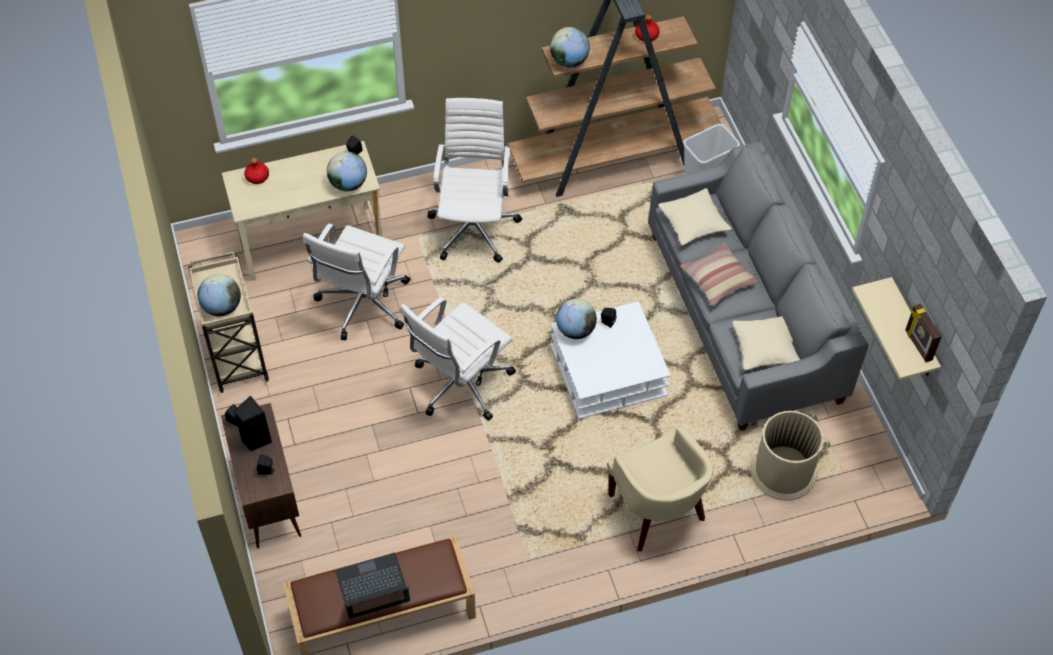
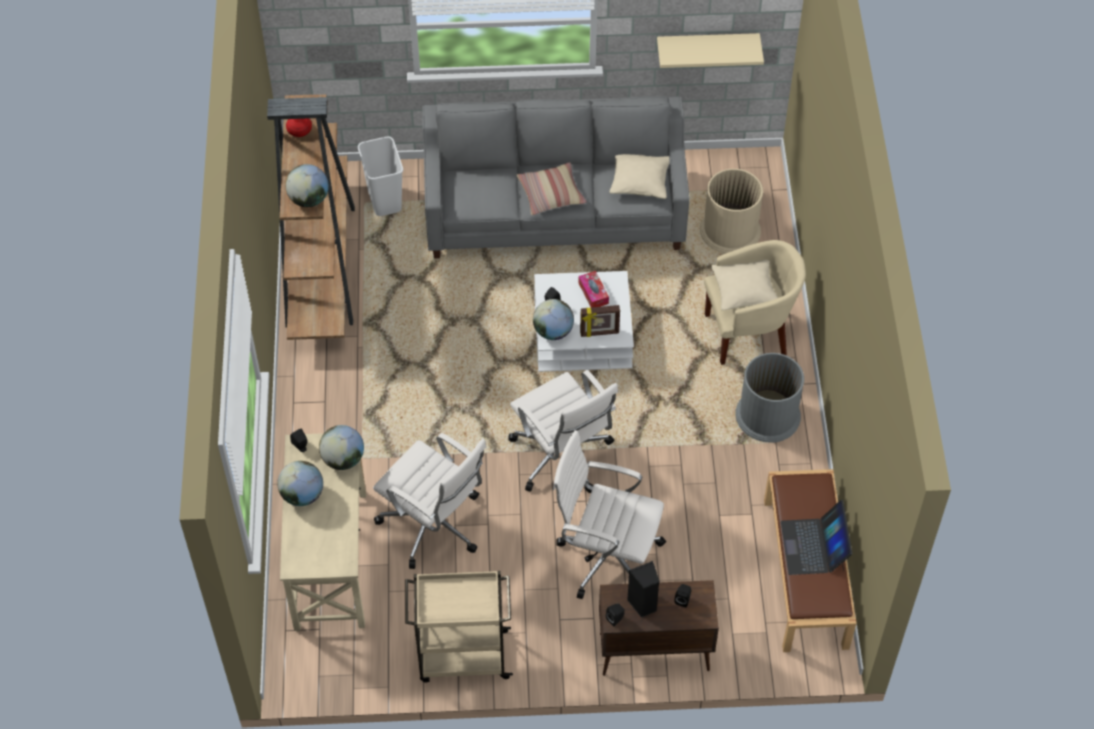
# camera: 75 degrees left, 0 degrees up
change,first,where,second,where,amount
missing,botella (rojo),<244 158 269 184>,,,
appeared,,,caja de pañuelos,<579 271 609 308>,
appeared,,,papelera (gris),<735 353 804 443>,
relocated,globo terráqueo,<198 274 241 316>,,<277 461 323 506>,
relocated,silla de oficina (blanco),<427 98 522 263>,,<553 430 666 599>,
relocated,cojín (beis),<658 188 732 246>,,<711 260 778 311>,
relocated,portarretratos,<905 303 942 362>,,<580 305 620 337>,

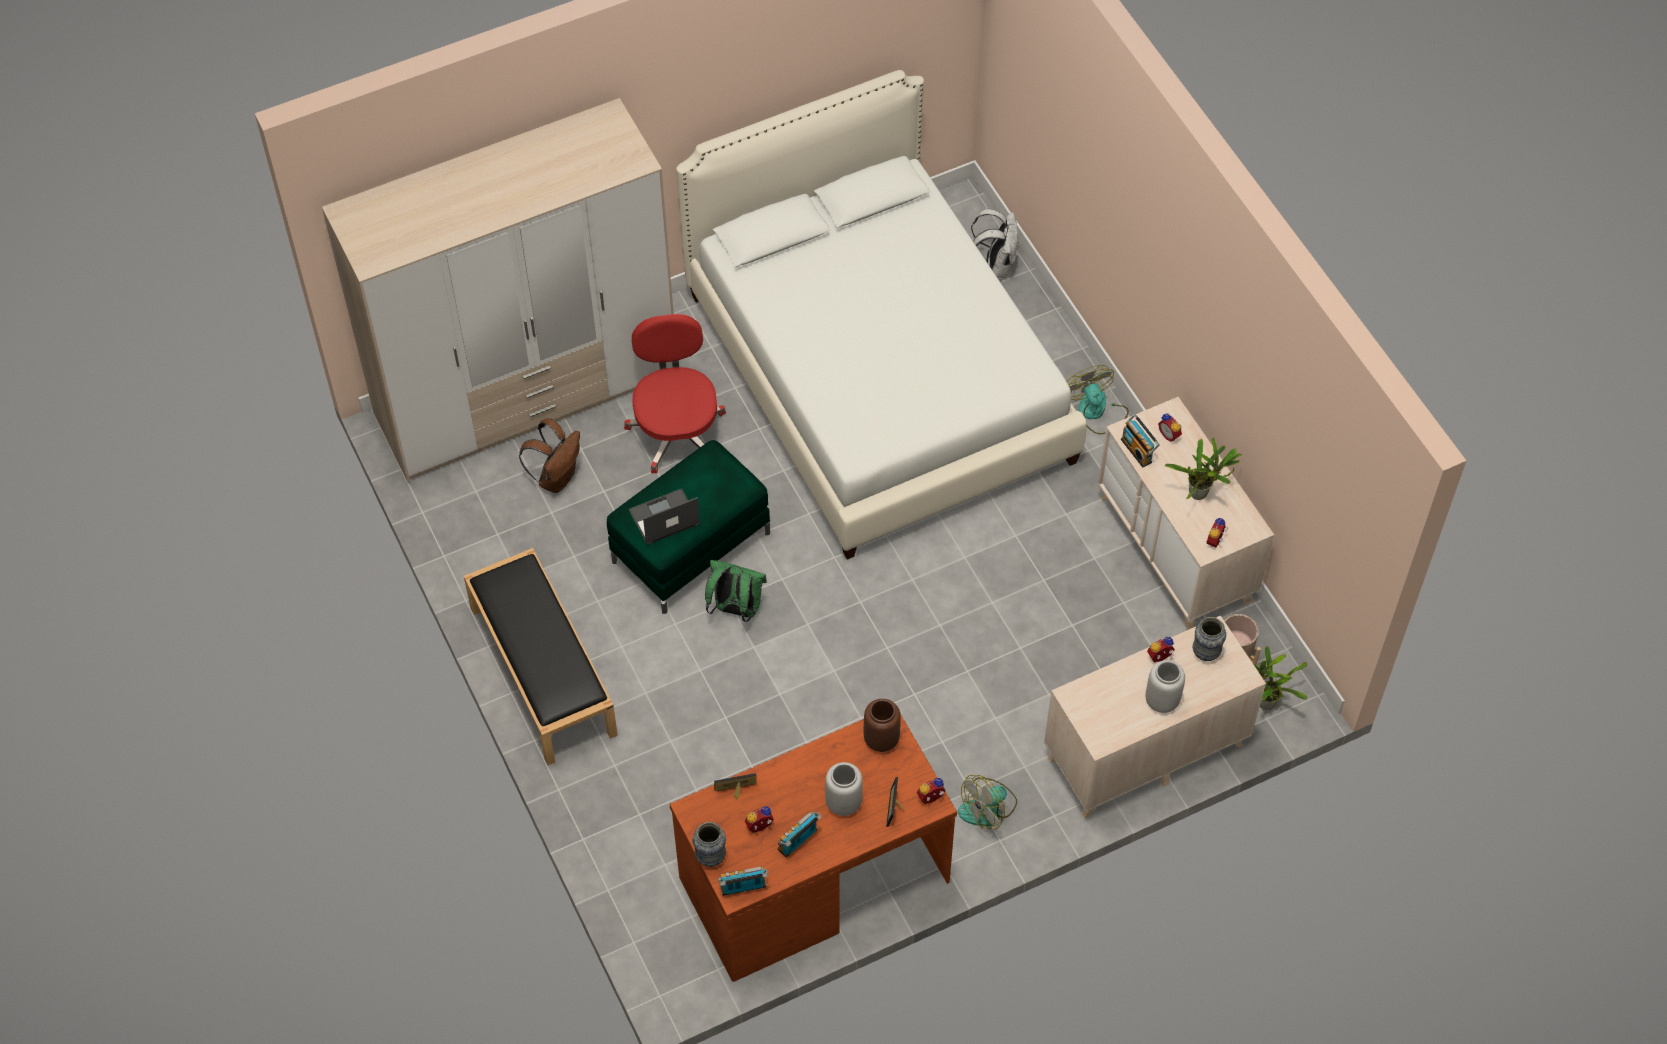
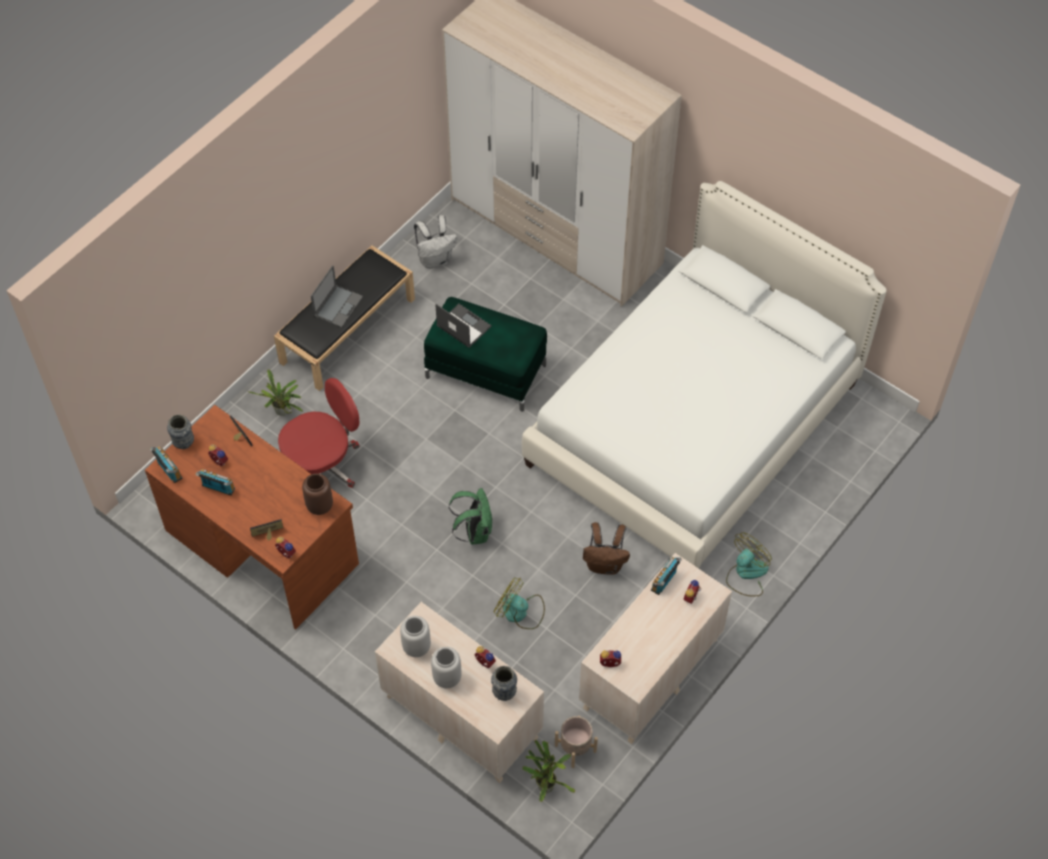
# camera: 65 degrees right, 0 degrees up
change,first,where,second,where,amount
appeared,,,portátil,<311 265 363 328>,
relocated,mochila (marrón),<519 418 580 493>,,<583 522 630 575>,
relocated,silla de oficina (rojo),<624 314 726 473>,,<278 378 359 488>,
relocated,mochila (verde),<705 560 767 622>,,<449 488 492 544>,
relocated,florero (gris),<825 762 863 816>,,<400 616 431 657>,
relocated,ventilador,<958 775 1017 829>,,<494 577 545 629>,
relocated,mochila (blanco),<971 209 1019 278>,,<414 215 457 269>,
relocated,planta en maceta,<1165 438 1242 500>,,<248 369 303 416>,

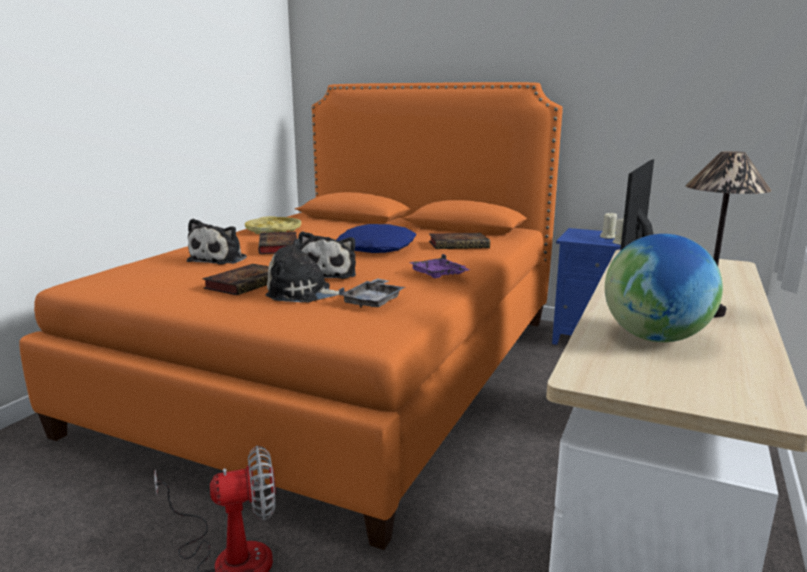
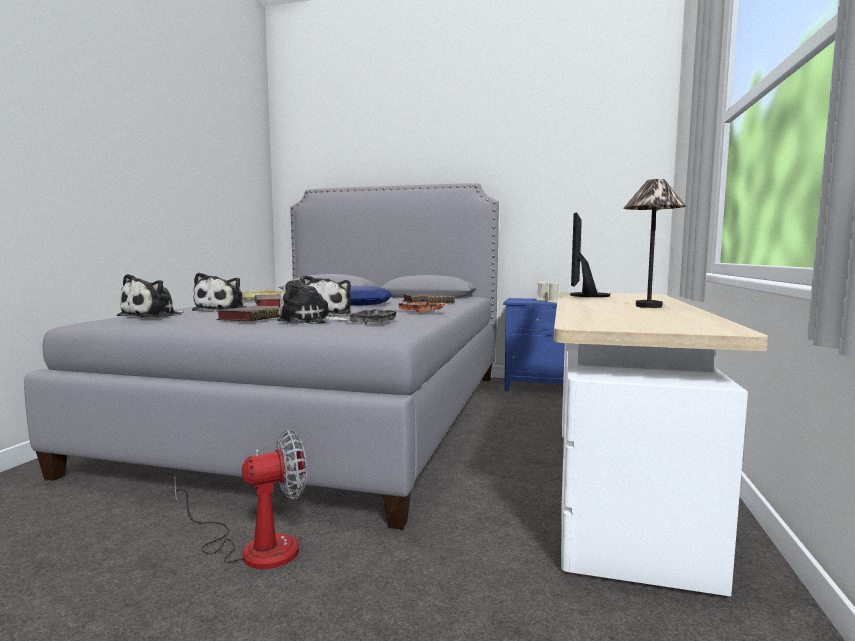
# camera: 10 degrees left, 10 degrees down
change,first,where,second,where,amount
missing,globo terráqueo,<605 234 723 342>,,,
appeared,,,peluche,<117 274 183 318>,
colour,cama (naranja),<19 82 563 550>,cama (gris),<24 183 499 530>,
colour,bandeja (morado),<408 254 470 278>,bandeja (naranja),<398 298 448 312>,

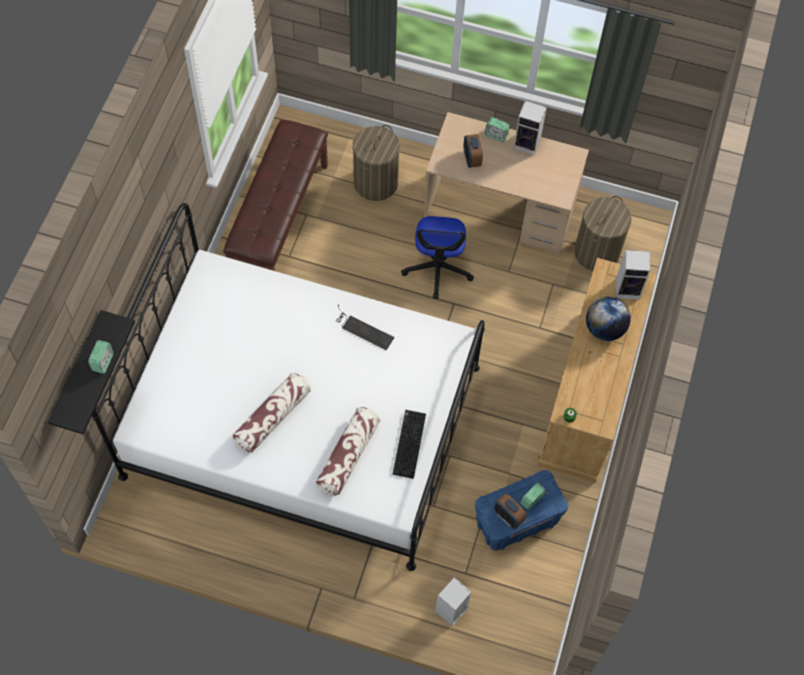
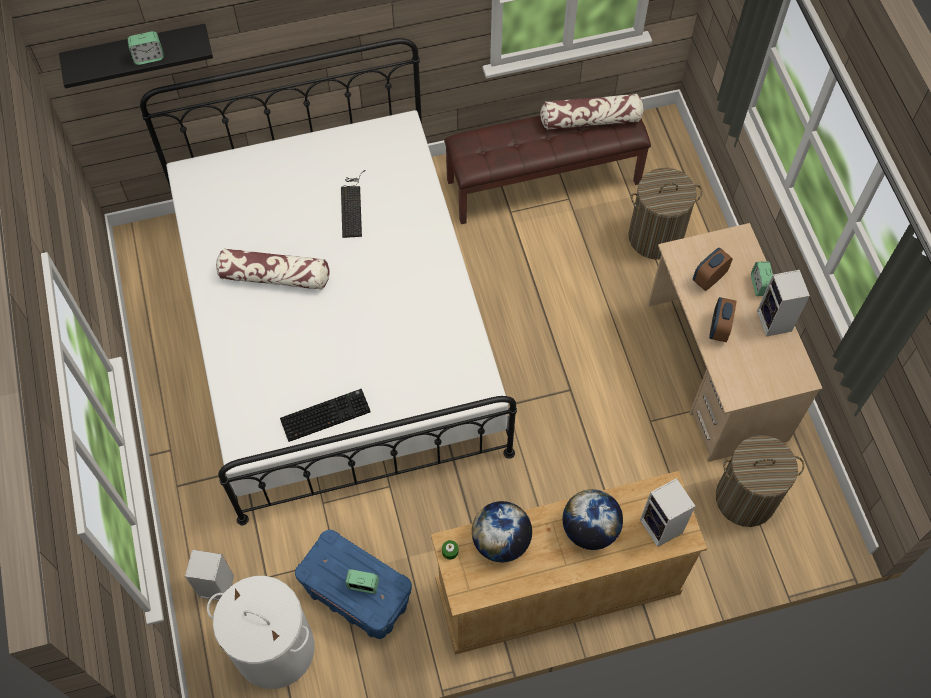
# camera: 60 degrees right, 0 degrees up
change,first,where,second,where,amount
missing,silla de oficina,<401 216 474 299>,,,
appeared,,,cesto de la ropa (blanco),<207 576 315 689>,
appeared,,,globo terráqueo,<472 501 532 562>,
relocated,cojín,<316 407 380 496>,,<540 94 644 130>,
relocated,teclado,<336 305 394 350>,,<341 170 366 238>,
relocated,despertador,<494 494 527 529>,,<709 297 736 342>,

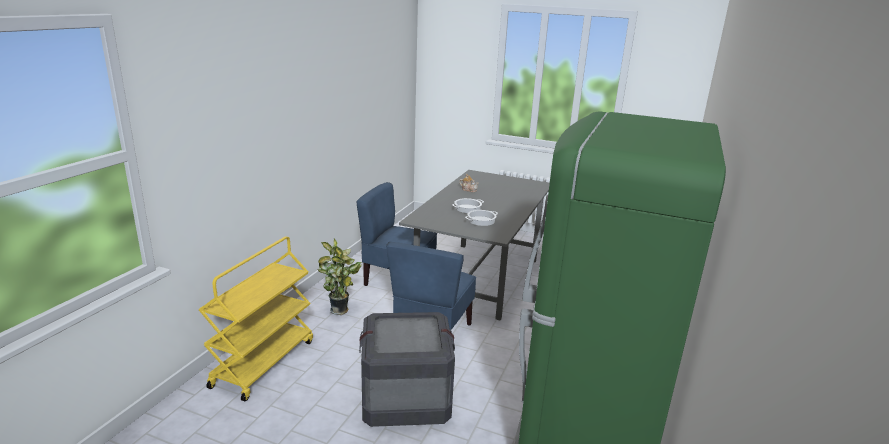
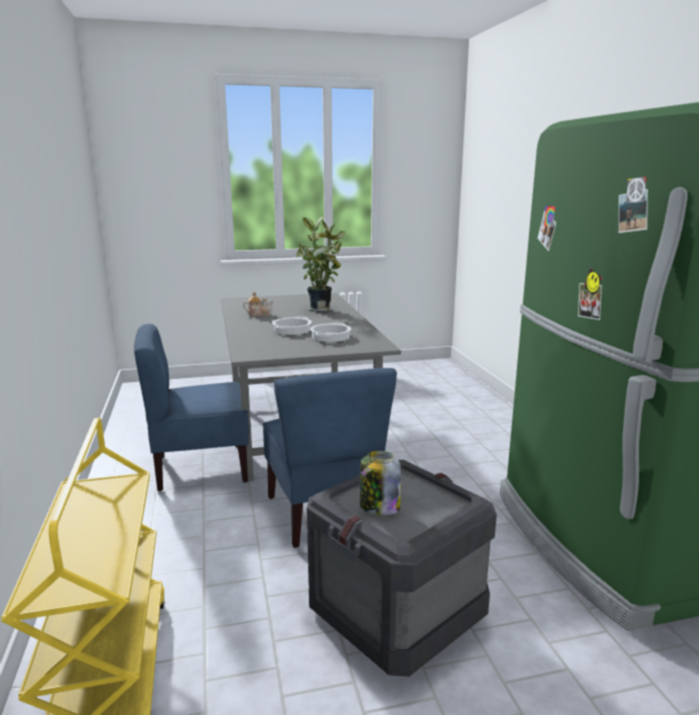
# camera: 35 degrees left, 5 degrees down
change,first,where,second,where,amount
appeared,,,tarro,<360 451 401 515>,
relocated,planta en maceta,<318 239 362 315>,,<296 216 346 311>,

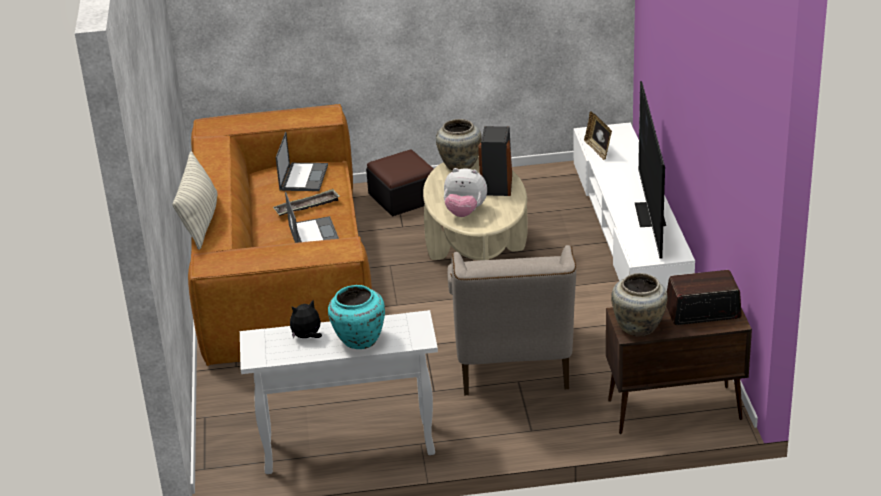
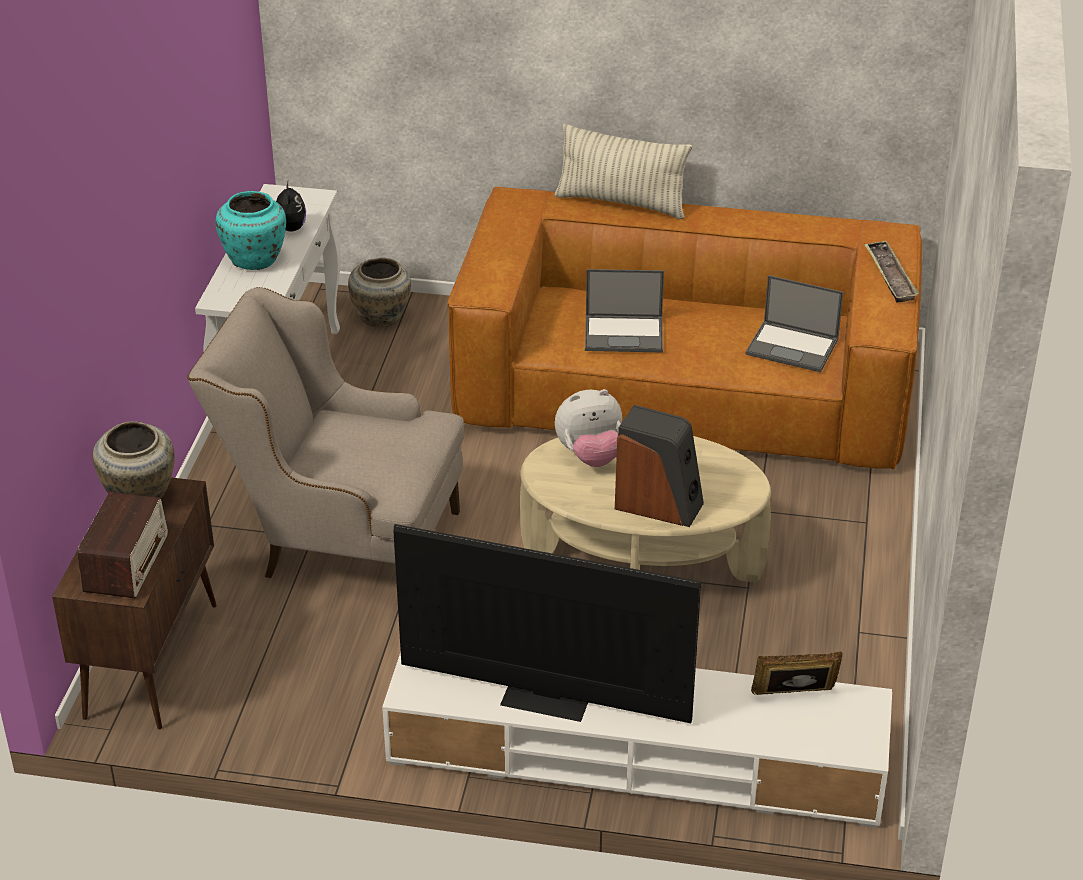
# camera: 105 degrees right, 5 degrees up
change,first,where,second,where,amount
missing,puf,<366 149 433 216>,,,
relocated,bandeja,<273 189 340 216>,,<864 241 919 302>,
relocated,florero (beis),<436 119 482 170>,,<348 258 411 327>,
spun,peluche,<444 168 487 217>,,<555 389 622 467>,135 degrees counterclockwise

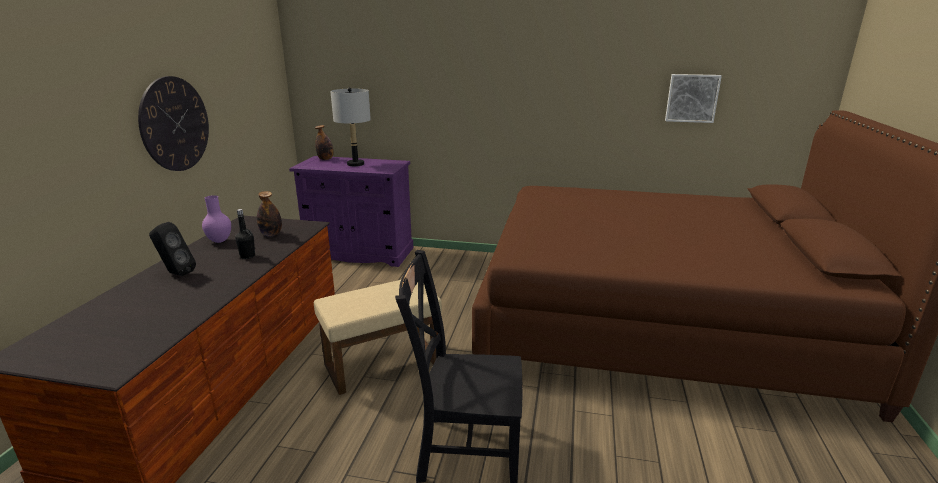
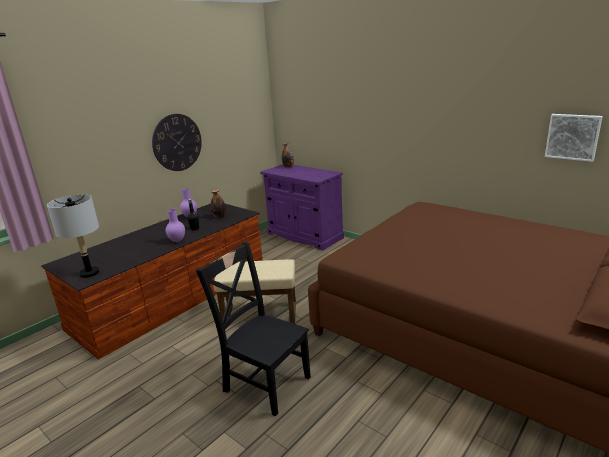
# camera: 30 degrees right, 0 degrees up
change,first,where,second,where,amount
missing,altavoz (negro),<149 222 196 276>,,,
appeared,,,florero (morado),<166 209 185 242>,
relocated,lámpara de mesa (gris),<330 88 371 166>,,<47 194 100 278>,

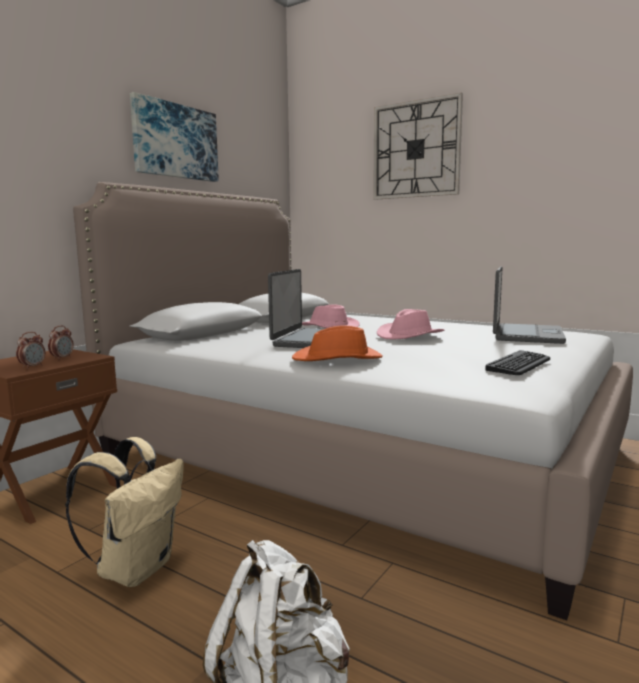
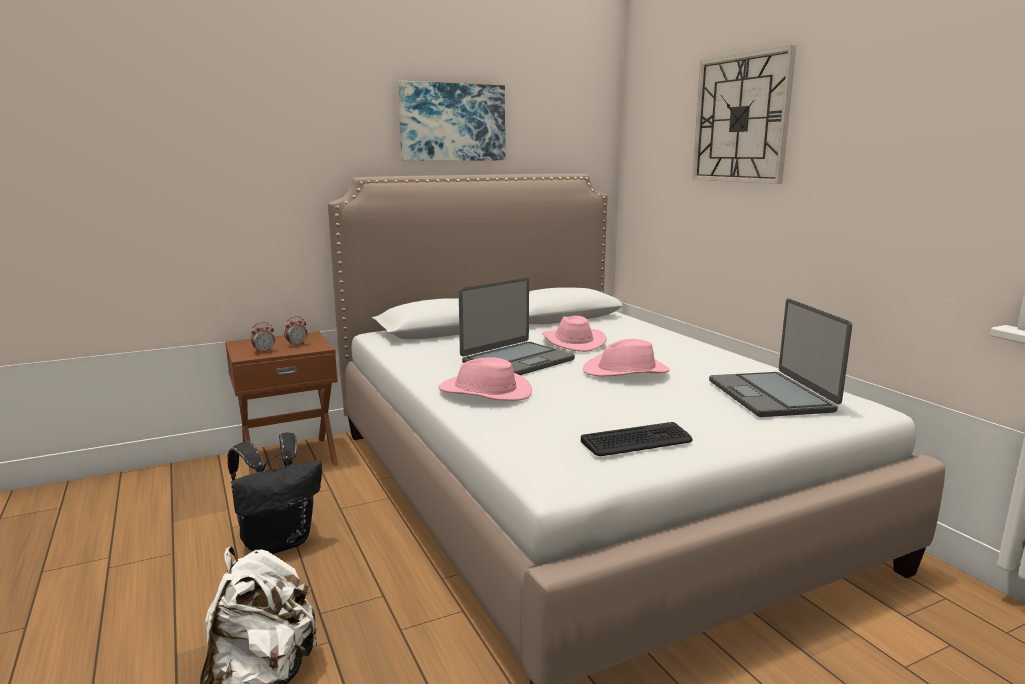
# camera: 30 degrees right, 5 degrees up
change,first,where,second,where,amount
colour,mochila (beis),<65 437 184 587>,mochila (negro),<227 433 322 554>,
colour,sombrero (naranja),<292 325 383 361>,sombrero (rosa),<438 357 532 401>,
spun,portátil,<493 266 566 344>,,<709 298 852 417>,120 degrees clockwise

